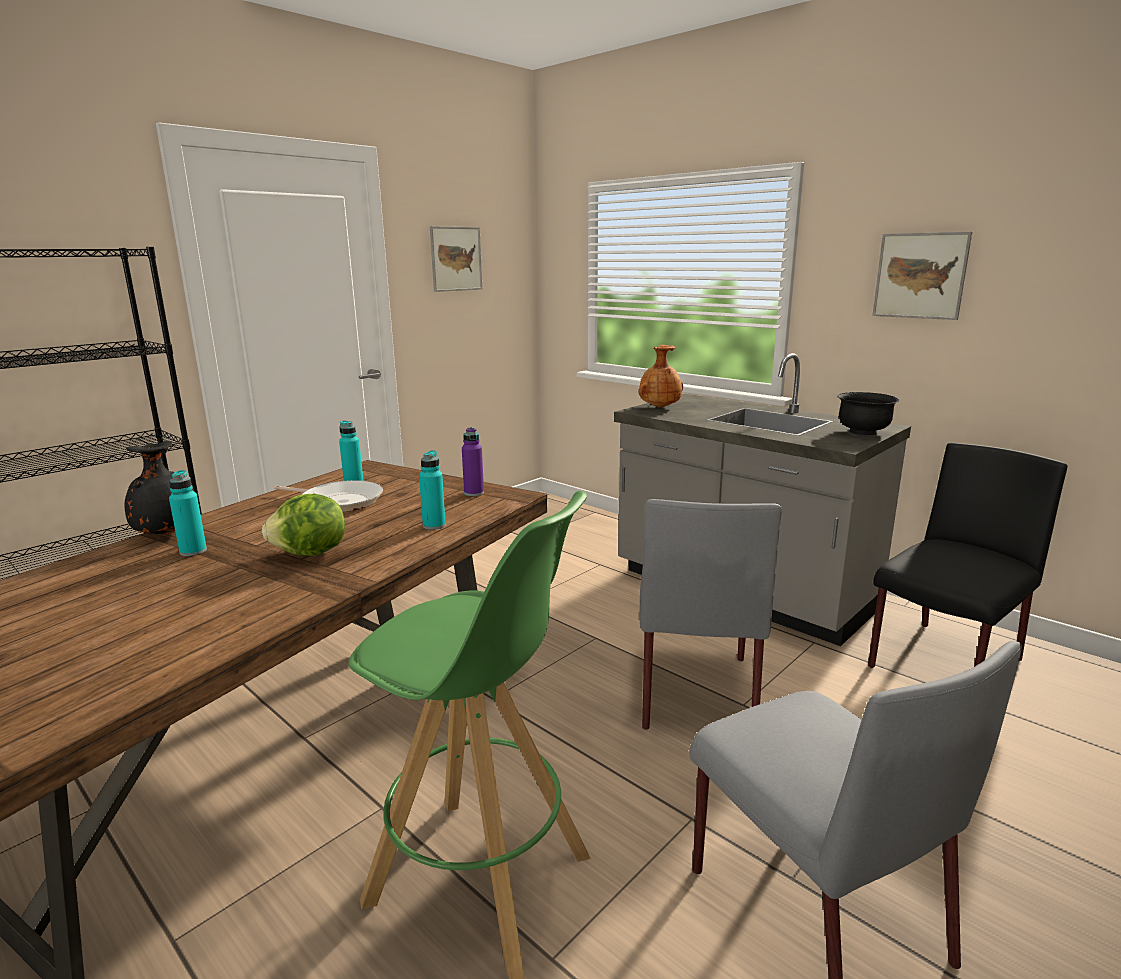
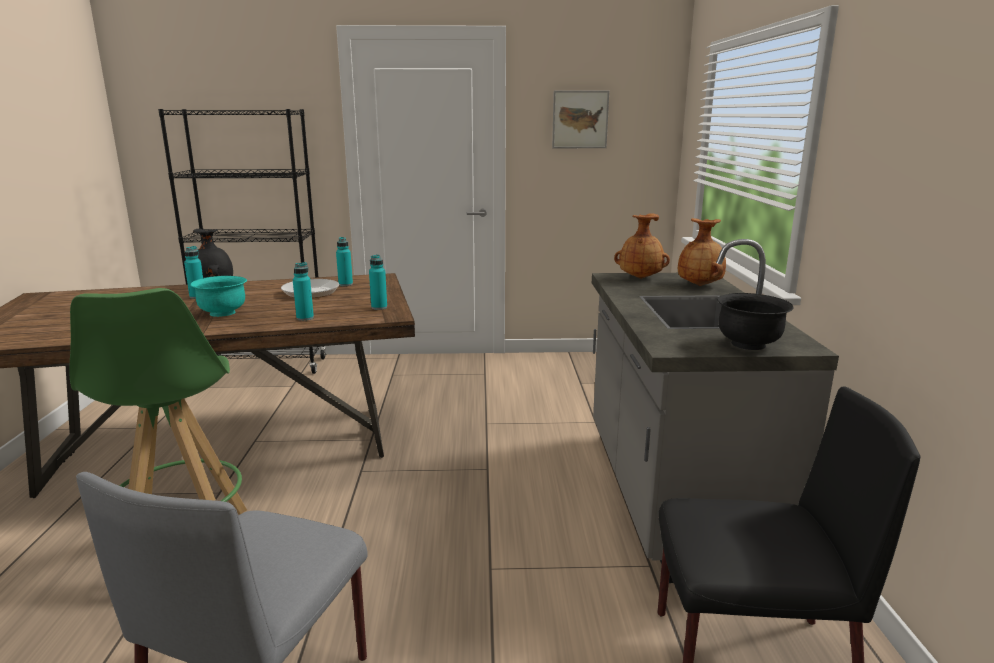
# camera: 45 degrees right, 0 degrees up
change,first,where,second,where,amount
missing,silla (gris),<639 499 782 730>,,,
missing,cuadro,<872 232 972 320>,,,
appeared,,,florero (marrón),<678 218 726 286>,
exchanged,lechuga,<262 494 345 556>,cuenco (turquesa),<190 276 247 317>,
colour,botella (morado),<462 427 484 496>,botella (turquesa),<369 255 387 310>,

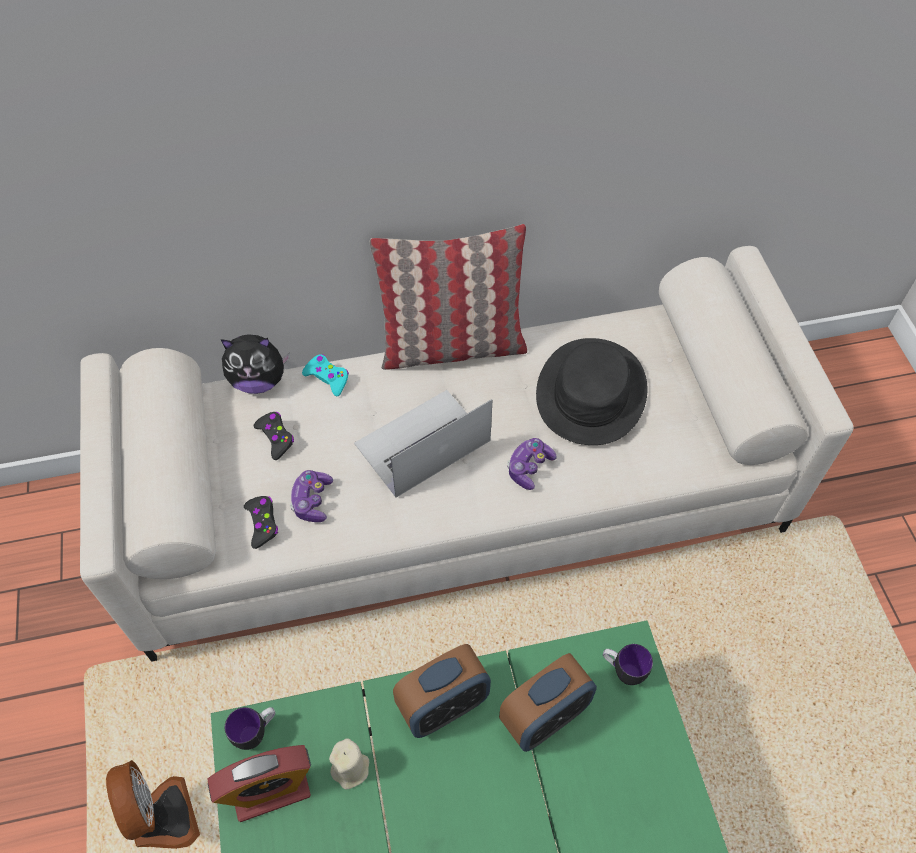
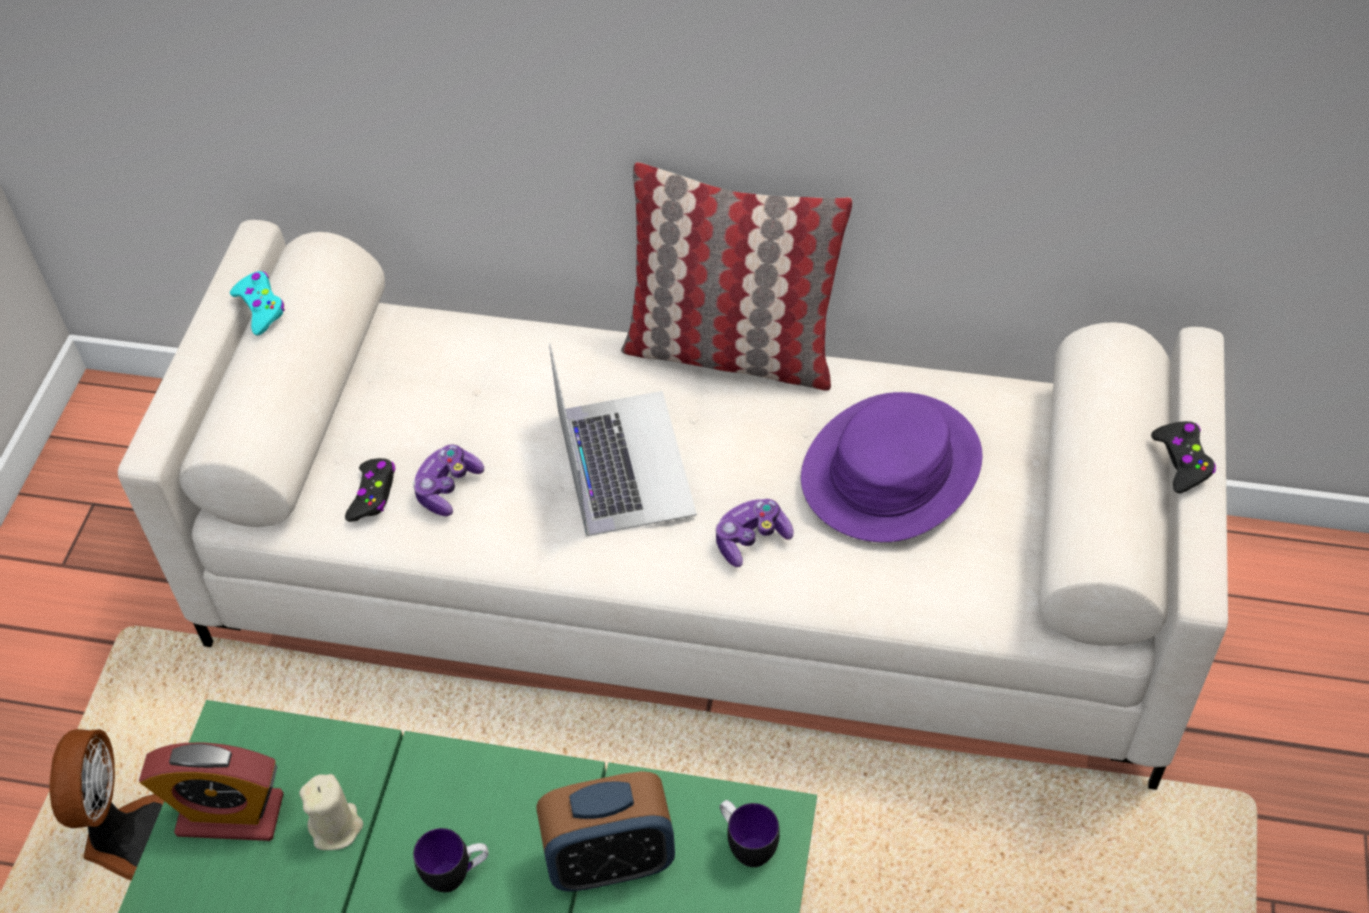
# camera: 25 degrees right, 5 degrees down
change,first,where,second,where,amount
missing,peluche,<221 335 290 394>,,,
missing,despertador,<393 644 491 738>,,,
relocated,taza grande,<225 707 275 750>,,<413 828 488 892>,
relocated,mando de consola (negro),<254 412 294 460>,,<1151 421 1216 493>,
relocated,mando de consola (turquesa),<302 354 349 396>,,<230 271 285 335>,
colour,sombrero (negro),<536 338 647 445>,sombrero (morado),<801 392 983 542>,
spun,portátil,<354 390 493 498>,,<549 343 697 537>,90 degrees clockwise

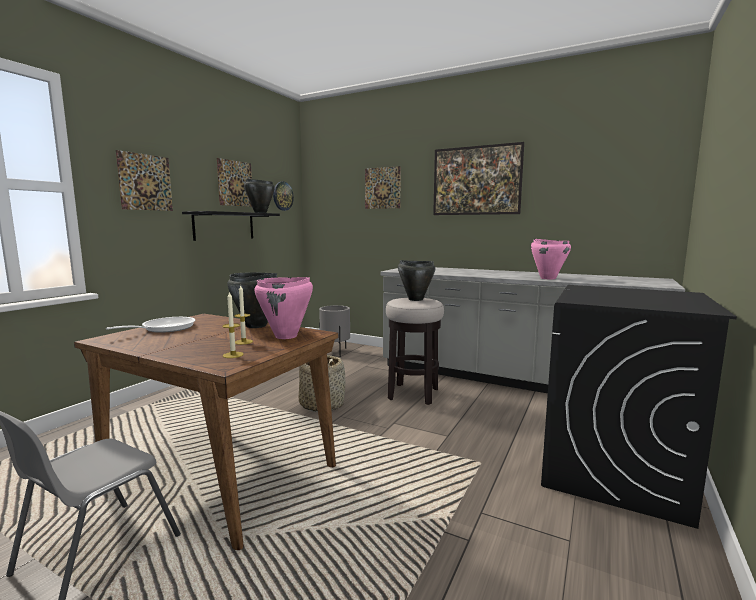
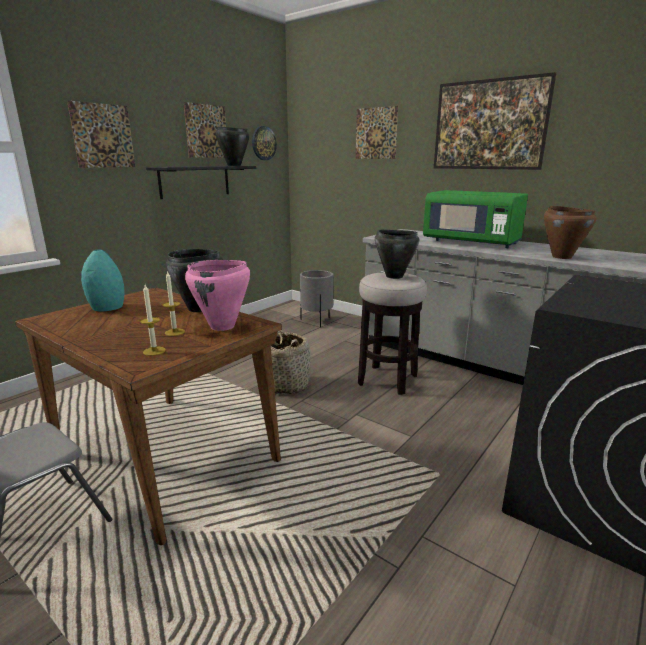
# camera: 10 degrees right, 10 degrees up
change,first,where,second,where,amount
appeared,,,microondas (verde),<423 190 528 248>,
exchanged,sartén,<106 317 195 333>,florero (turquesa),<81 249 125 311>,
colour,olla (rosa),<531 239 571 279>,olla (marrón),<544 206 596 259>,

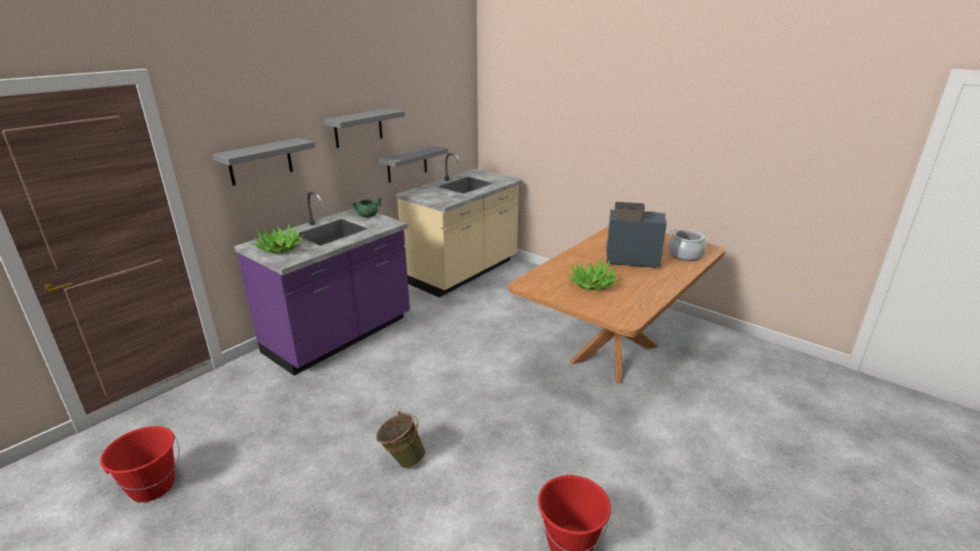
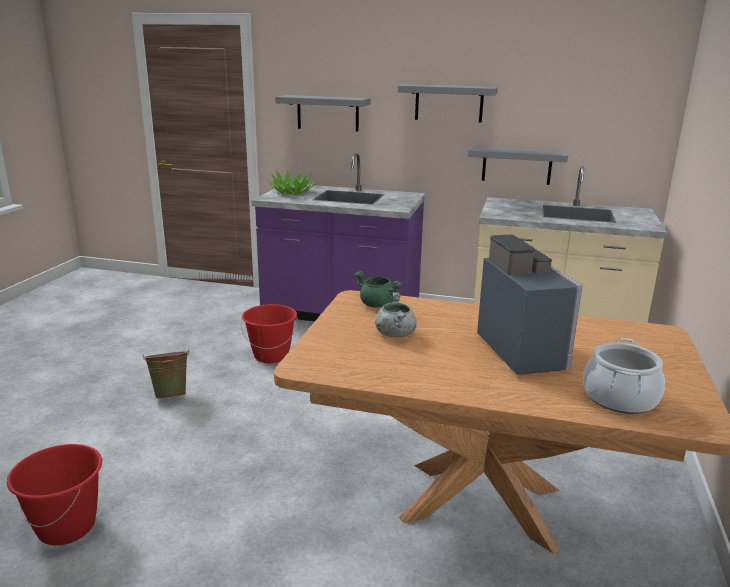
# camera: 65 degrees right, 5 degrees down
change,first,where,second,where,amount
relocated,cubo (rojo),<100 426 179 502>,,<241 304 298 363>,
relocated,olla (verde),<351 197 382 218>,,<354 271 402 308>,
exchanged,planta en maceta,<567 259 621 291>,olla (gris),<375 292 417 337>,

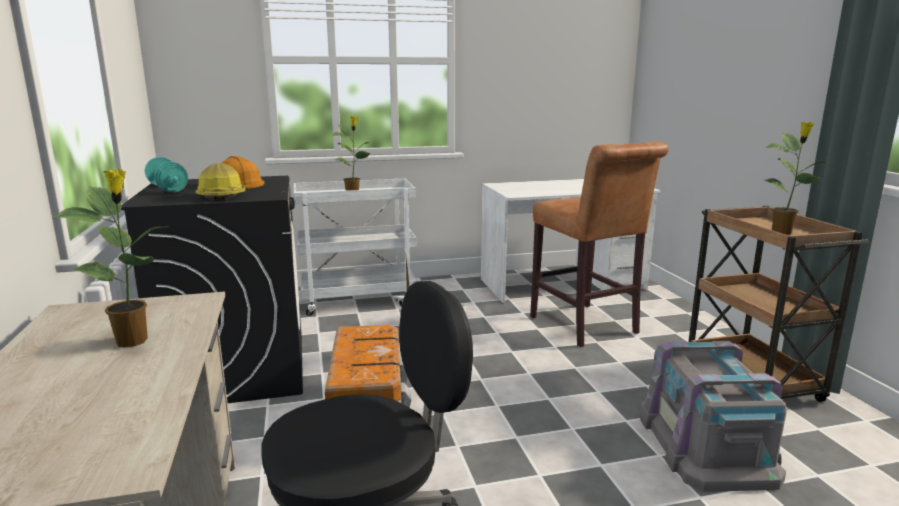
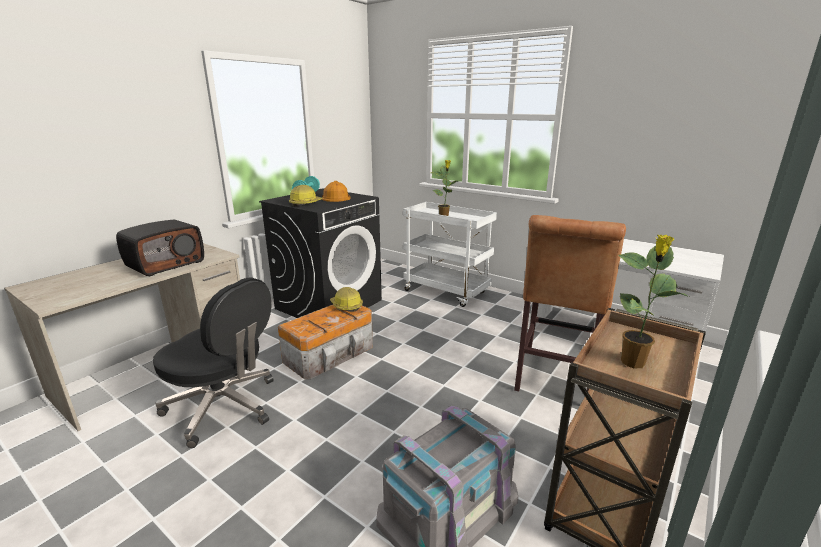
# camera: 50 degrees right, 5 degrees up
change,first,where,second,where,amount
appeared,,,casco,<330 287 363 312>,
exchanged,planta en maceta,<53 169 169 347>,radio,<116 220 204 276>,

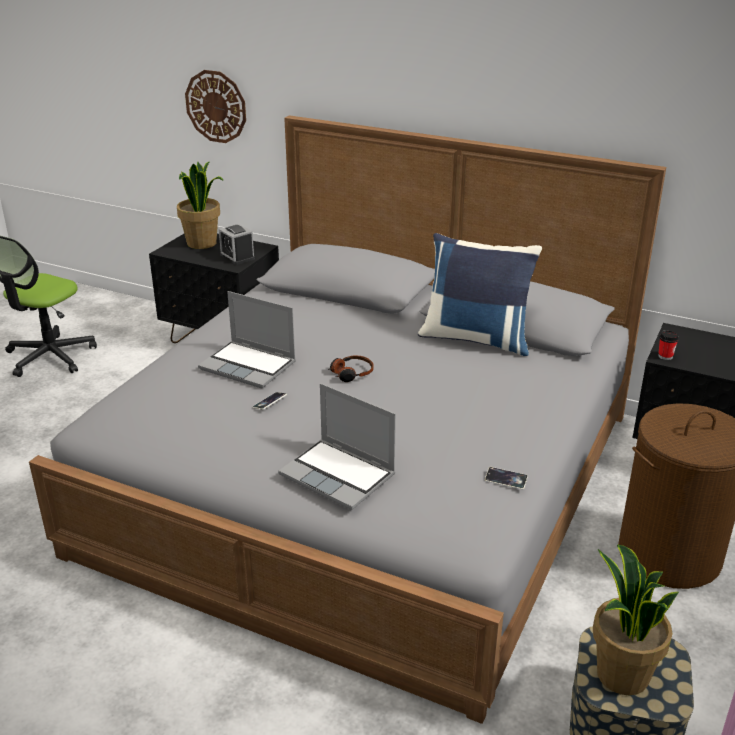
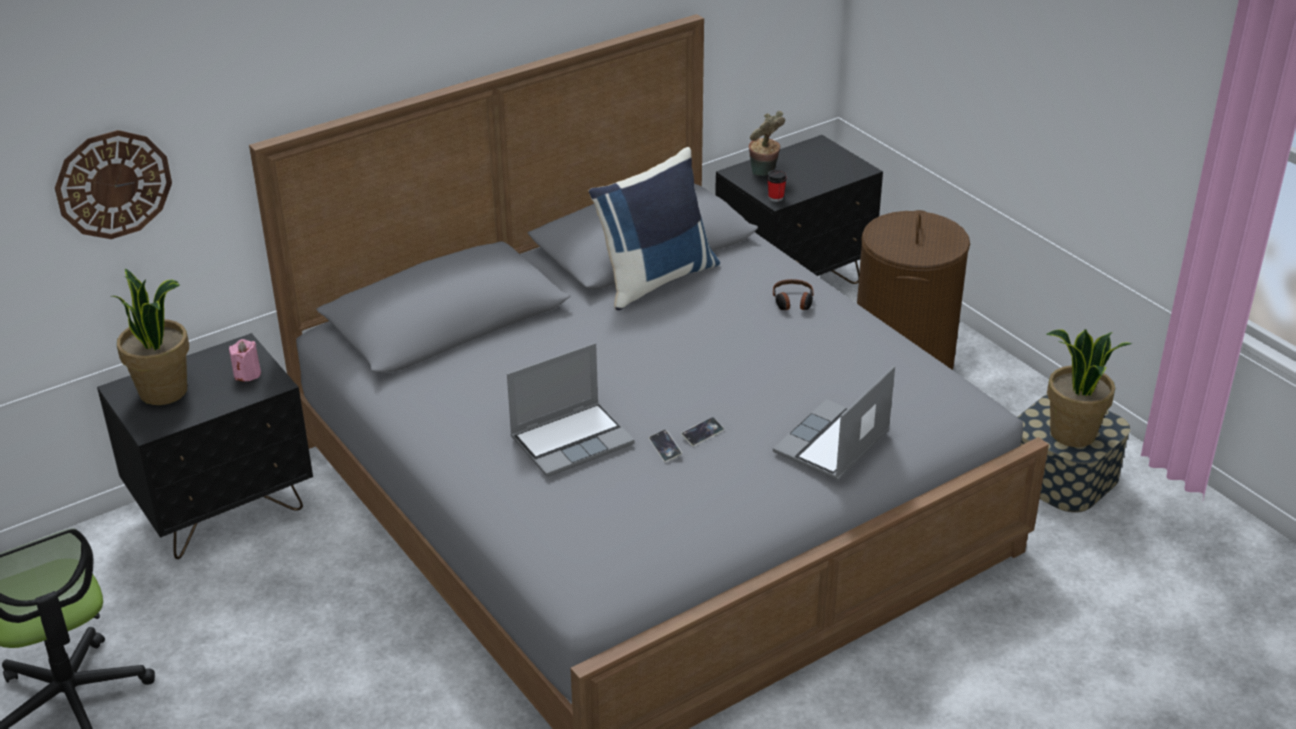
# camera: 60 degrees left, 5 degrees up
change,first,where,second,where,amount
appeared,,,planta en maceta,<749 111 785 176>,
relocated,auriculares,<328 356 374 382>,,<773 279 814 310>,
relocated,móvil,<485 467 528 490>,,<681 417 724 447>,
exchanged,despertador,<219 224 255 265>,vela (rosa),<229 339 261 381>,
spun,portátil,<279 383 396 510>,,<773 365 895 480>,150 degrees clockwise

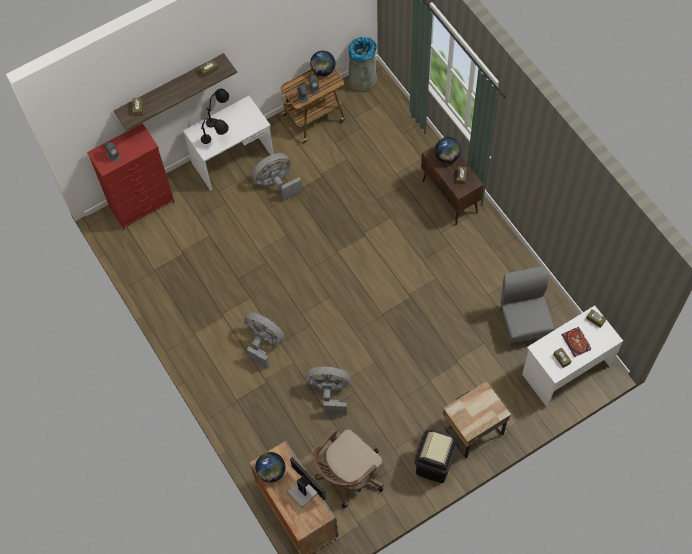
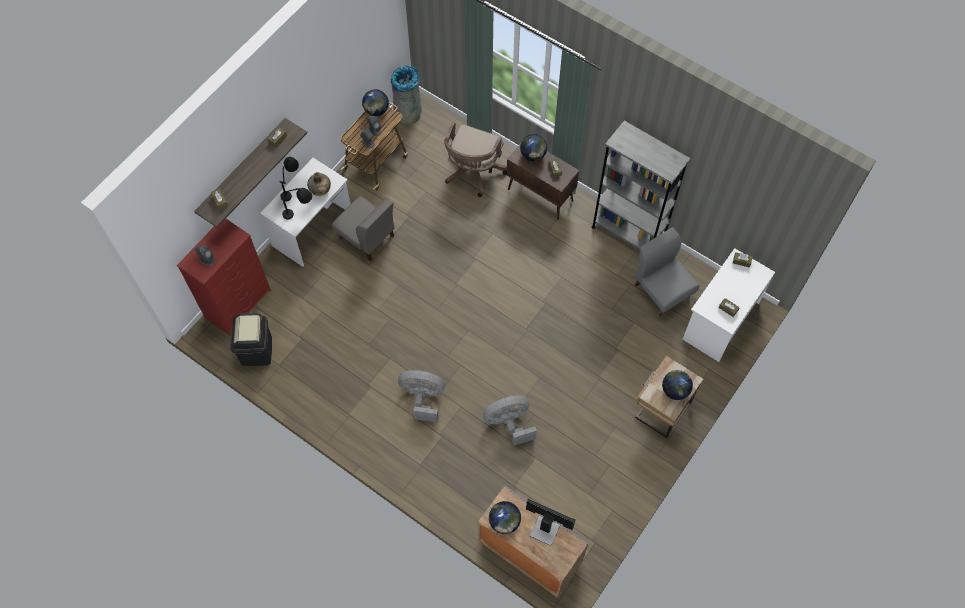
# camera: 25 degrees left, 0 degrees up
change,first,where,second,where,amount
missing,libro,<562 327 591 357>,,,
appeared,,,botella (verde),<307 172 331 196>,
appeared,,,estantería (gris),<592 121 691 249>,
appeared,,,globo terráqueo,<662 370 693 400>,
relocated,silla de oficina (marrón),<313 429 384 508>,,<444 122 507 197>,
relocated,papelera (negro),<414 429 458 483>,,<230 313 272 366>,
exchanged,ventilador (gris),<252 153 302 200>,silla (gris),<332 196 395 261>,

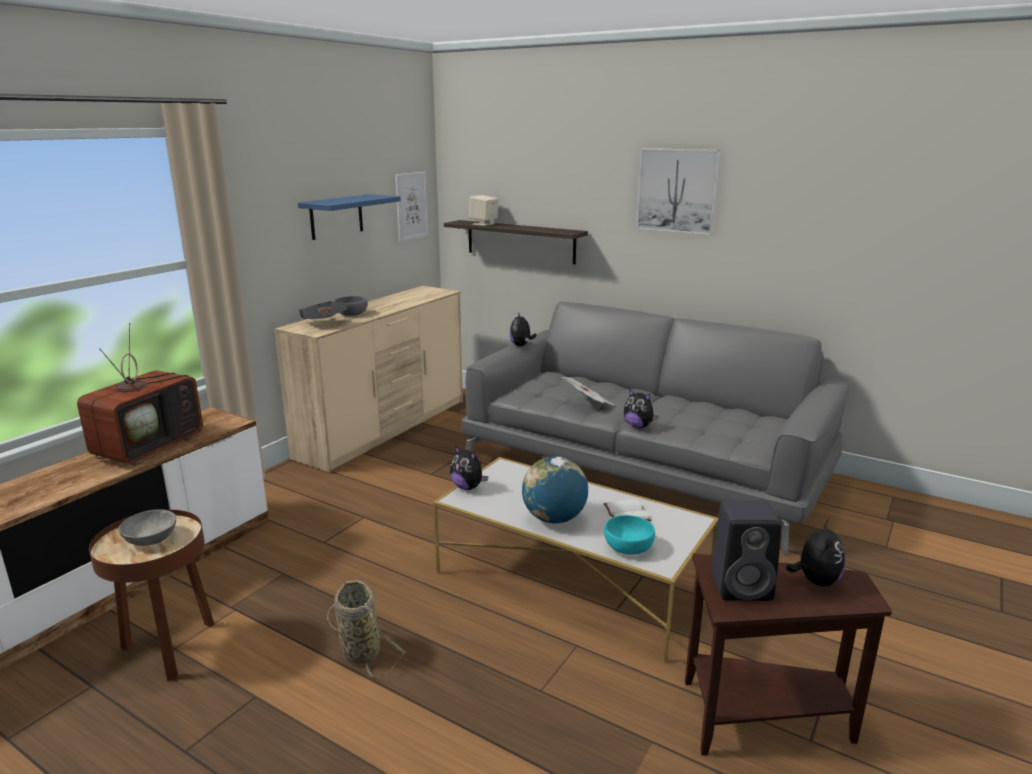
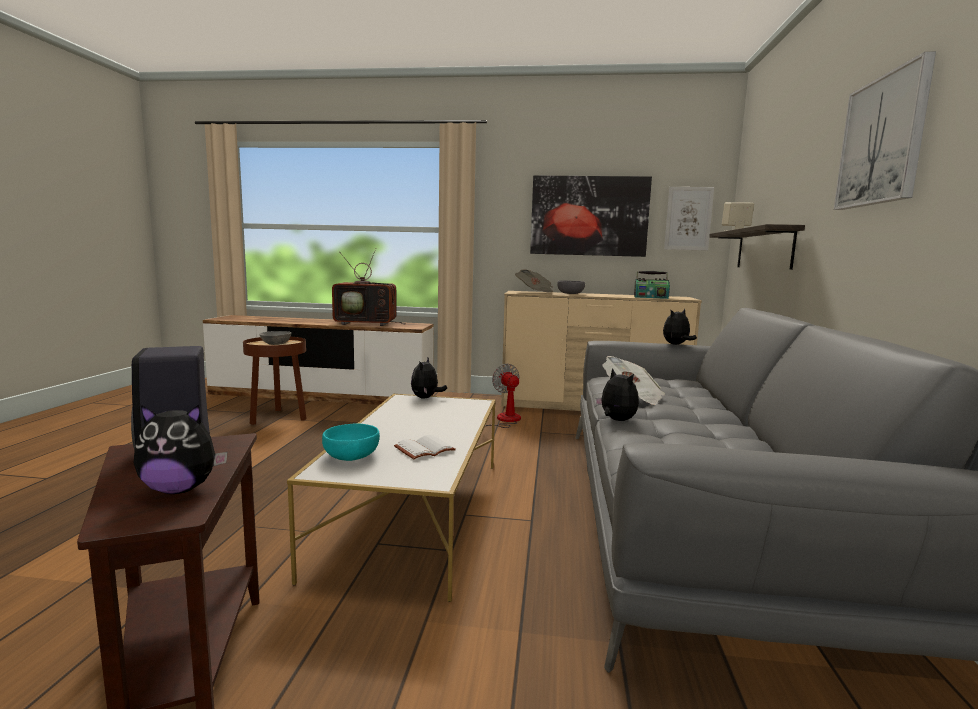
# camera: 65 degrees right, 10 degrees down
change,first,where,second,where,amount
missing,cesta,<327 580 405 677>,,,
missing,globo terráqueo,<522 456 588 524>,,,
appeared,,,ventilador,<485 364 521 428>,
appeared,,,radio,<634 271 670 299>,
exchanged,estante (azul),<298 194 401 240>,cuadro,<530 176 652 257>,
spun,peluche,<624 389 659 428>,,<595 368 639 421>,135 degrees clockwise

